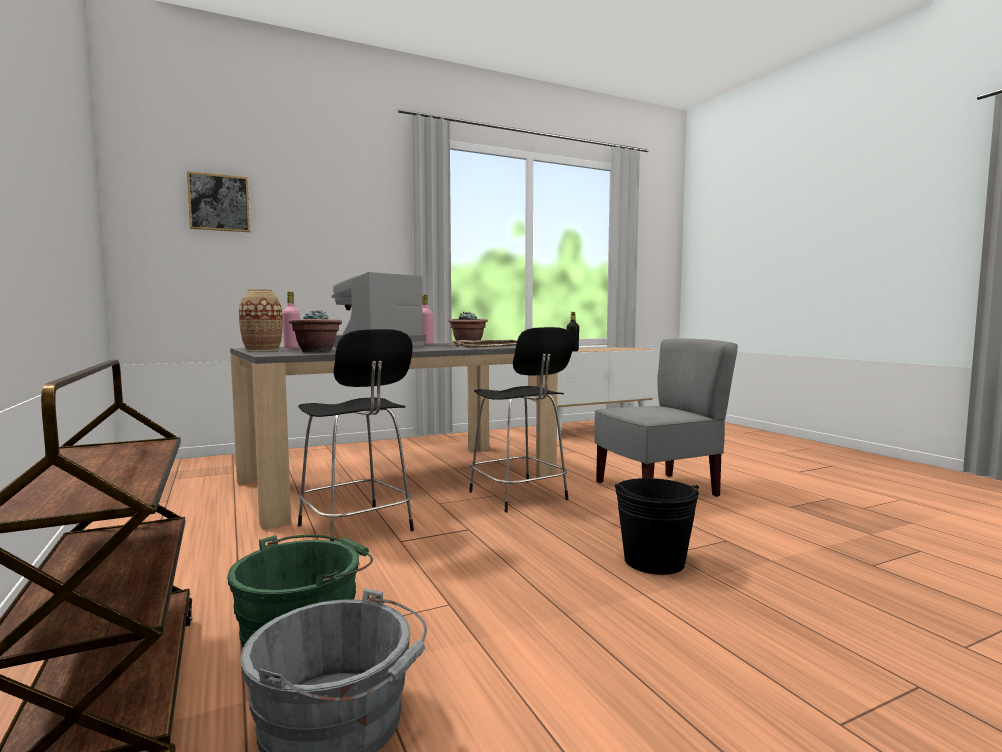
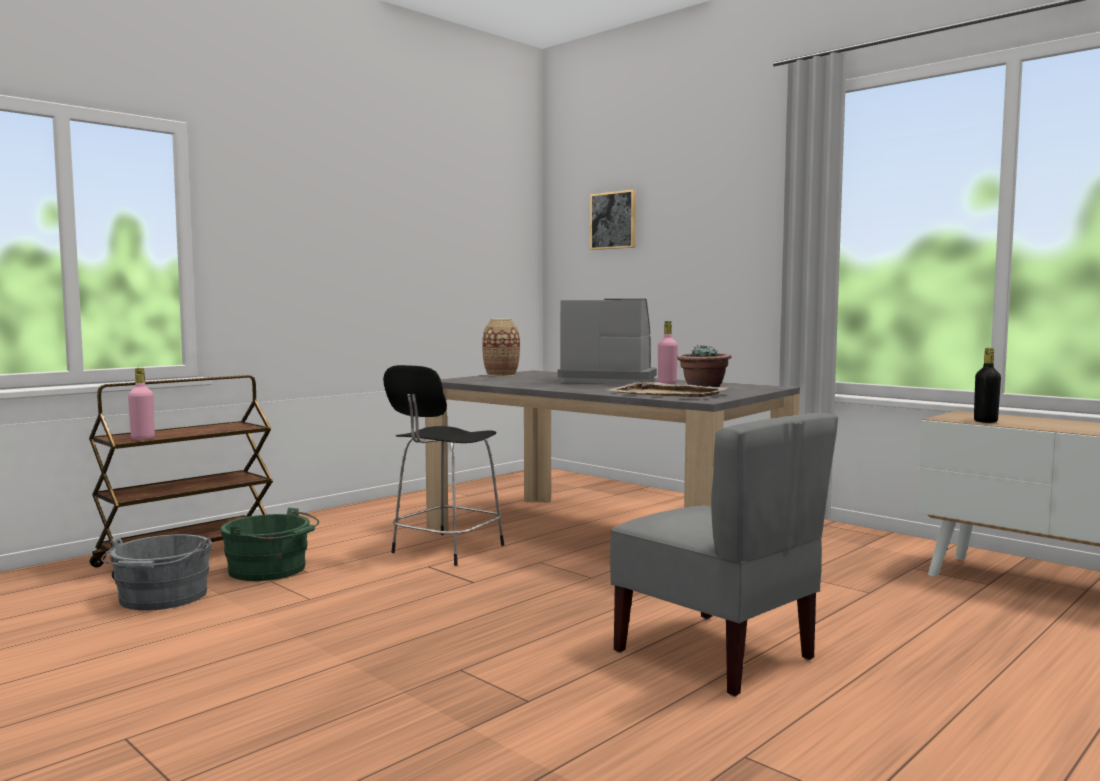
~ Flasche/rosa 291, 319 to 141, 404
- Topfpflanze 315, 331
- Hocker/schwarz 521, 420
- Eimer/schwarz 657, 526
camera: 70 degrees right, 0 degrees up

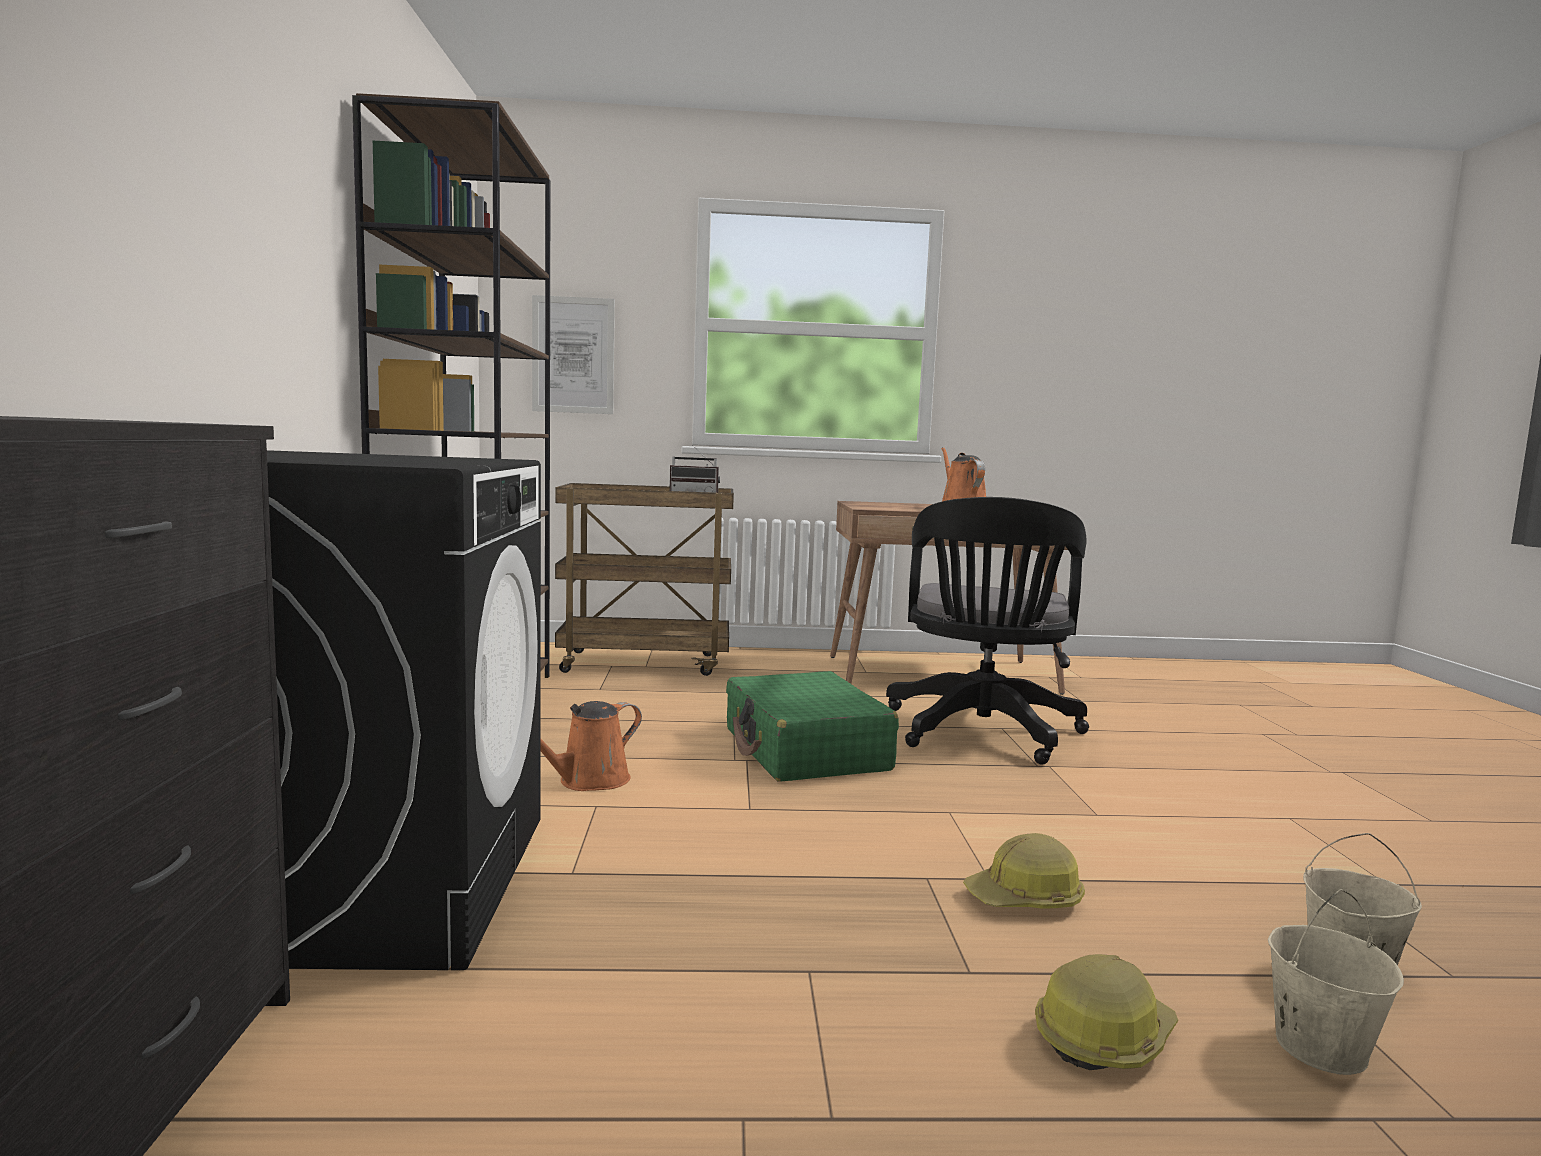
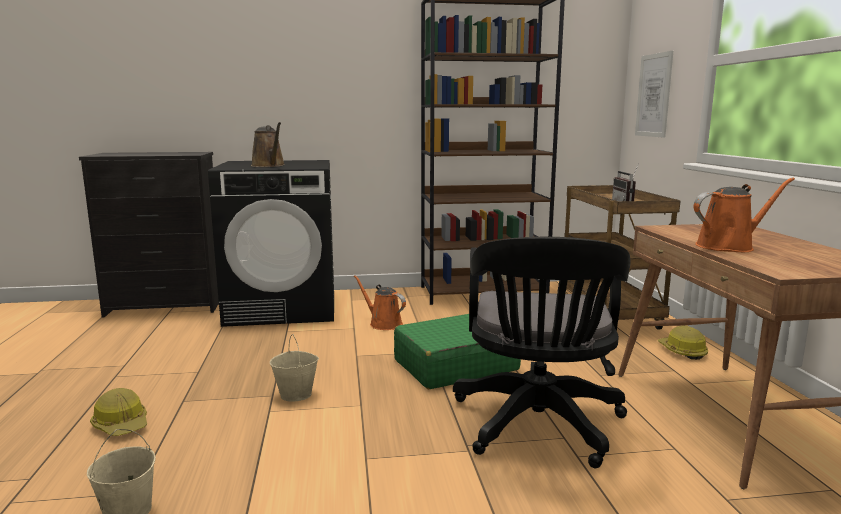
~ Bürostuhl/schwarz 987, 631 = 542, 352 90 degrees counterclockwise
~ Schutzhelm 1024, 871 to 683, 342
~ Eimer/beige 1336, 982 to 294, 367
+ Gießkanne/braun 268, 144
camera: 85 degrees right, 5 degrees up

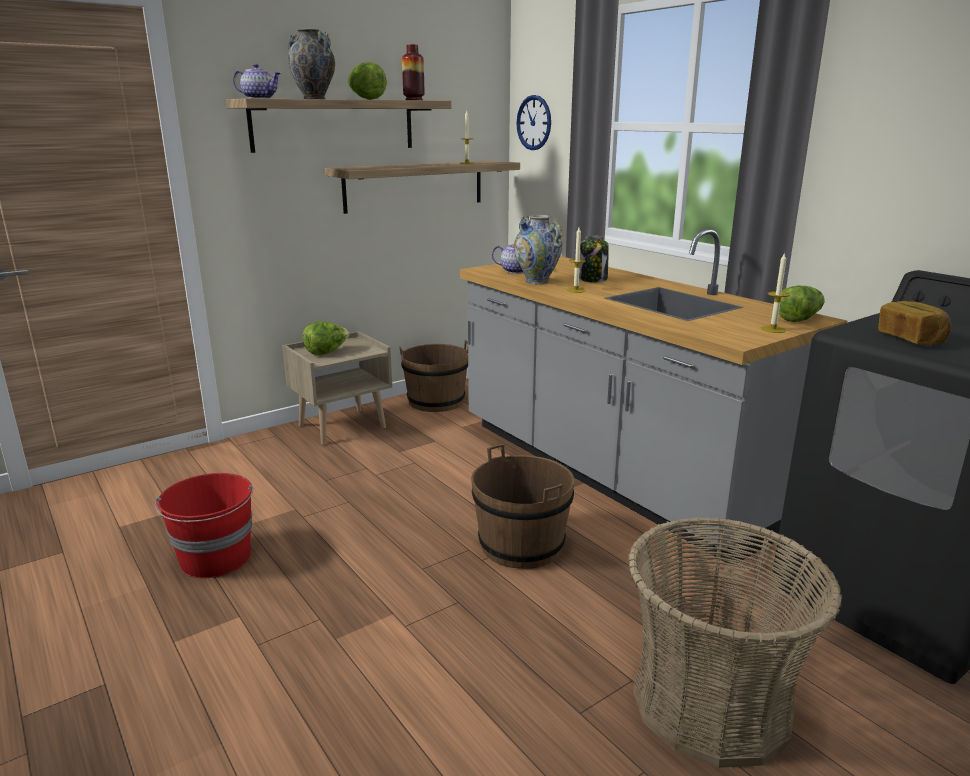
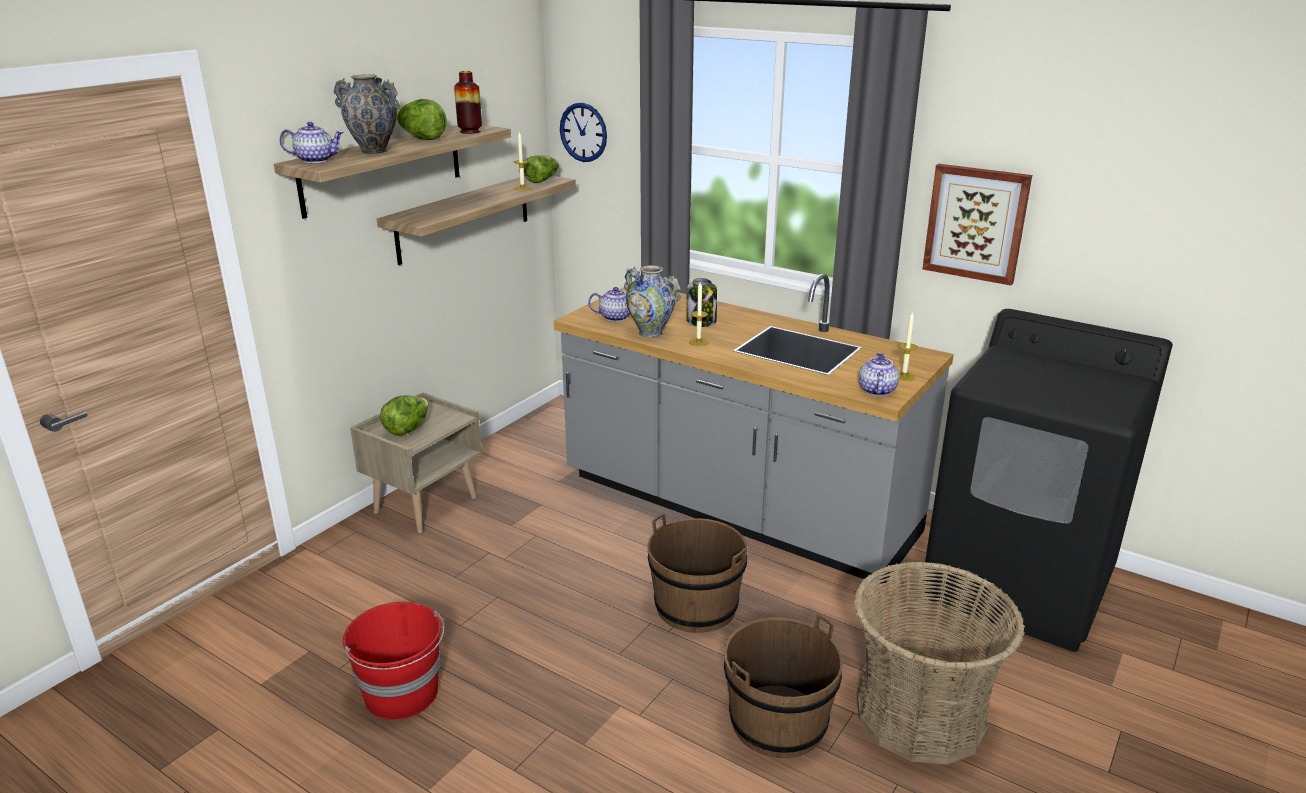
~ Salatkopf 802, 304 to 541, 169
- Brot 914, 323
~ Eimer/braun 433, 376 to 783, 685
+ Bild 977, 224
+ Teekanne 879, 374
camera: 20 degrees left, 5 degrees up

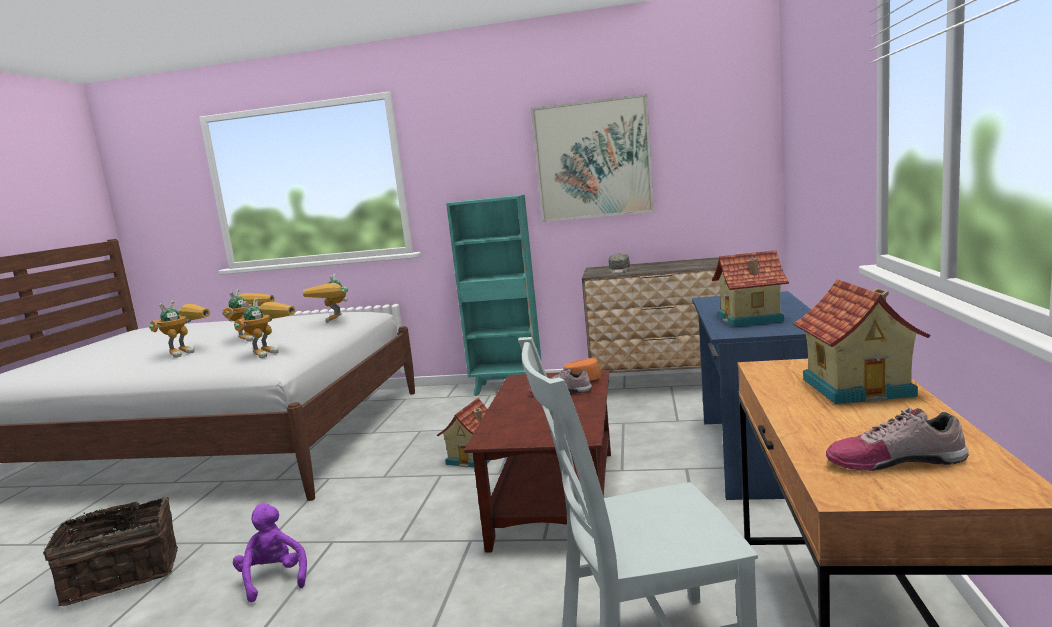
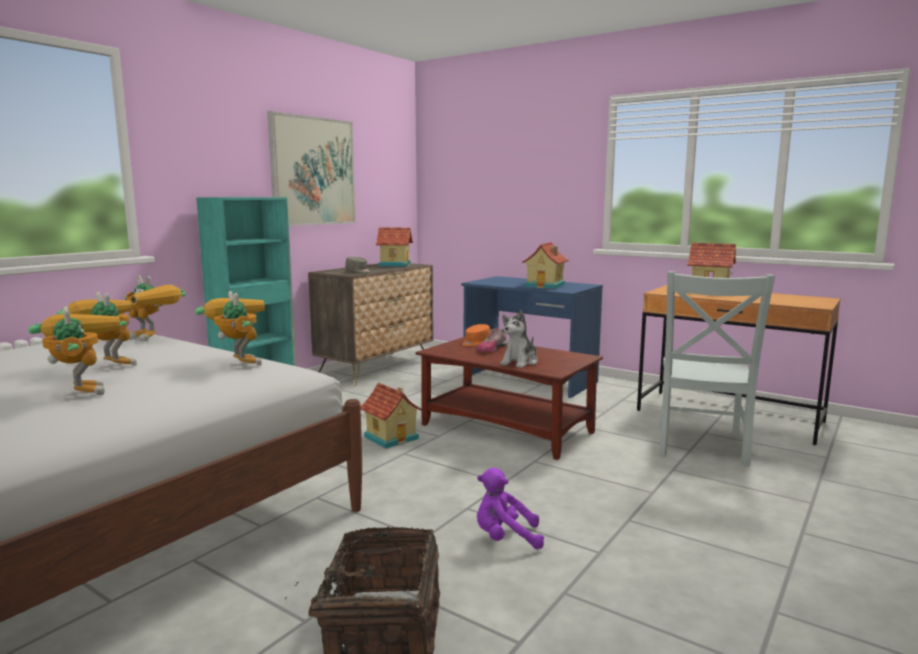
- Schuh 897, 439
+ Spielzeughaus 394, 247
+ Plüschtier 519, 339
camera: 65 degrees left, 0 degrees up

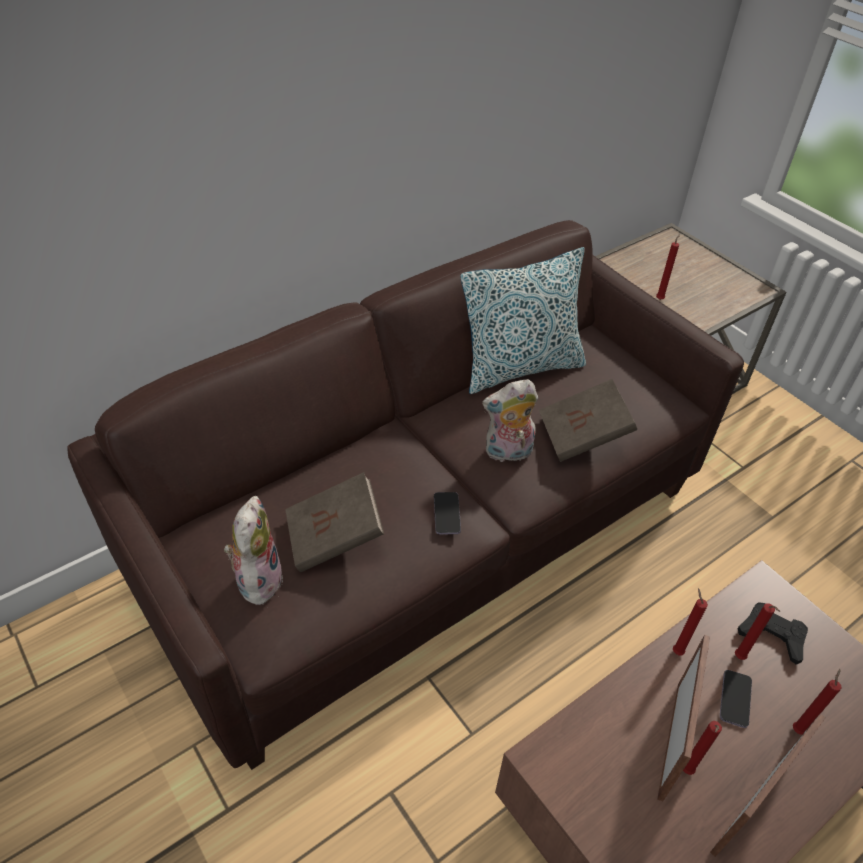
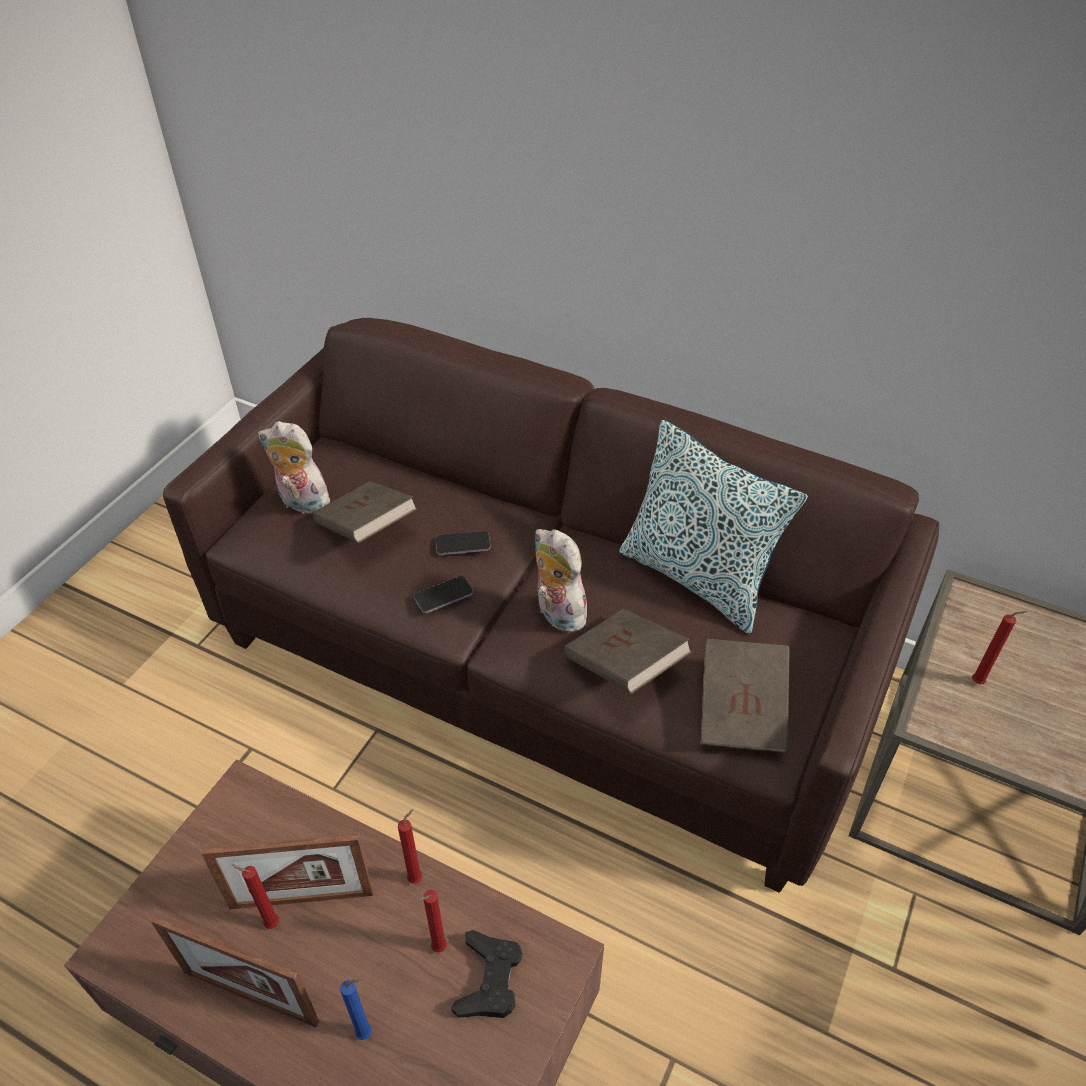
~ Plüschtier 253, 550 = 296, 467 135 degrees counterclockwise
~ Kerze/rot 817, 702 to Kerze/blau 356, 1009
~ Handy 736, 699 to 463, 543
+ Buch/braun 745, 696
camera: 65 degrees right, 0 degrees up

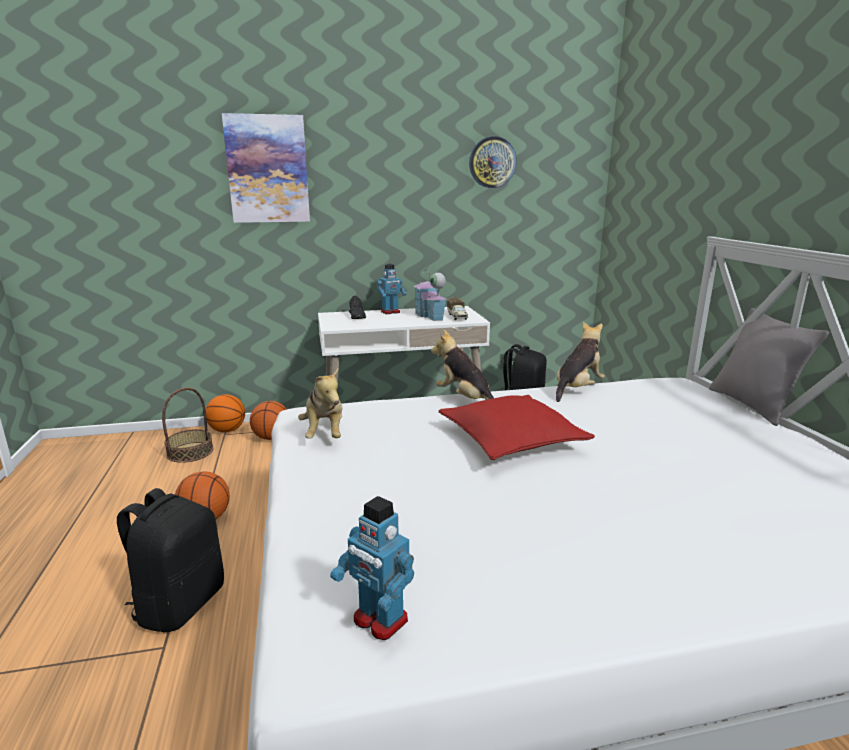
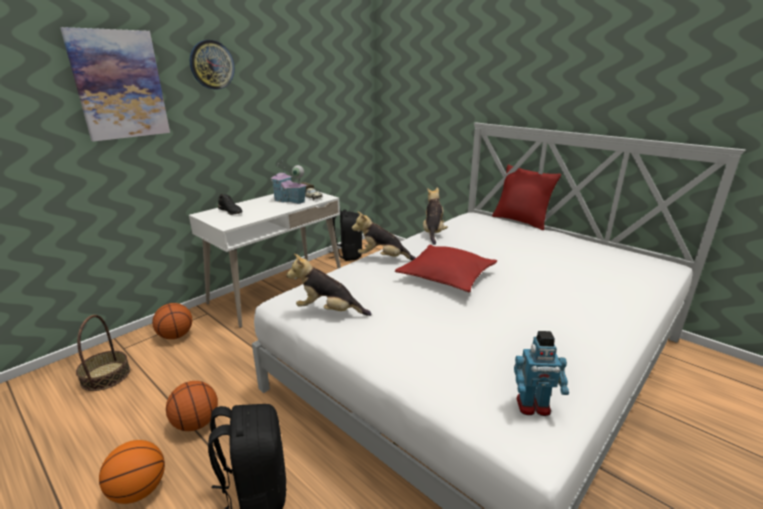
~ Wanduhr 493, 162 to 212, 65
- Spielzeugroboter 392, 289
~ Kissen/grau 769, 367 to Kissen/rot 526, 197
~ Plüschtier 320, 403 = 328, 285 150 degrees clockwise
~ Basketball 225, 413 to 132, 472
camera: 35 degrees left, 5 degrees up

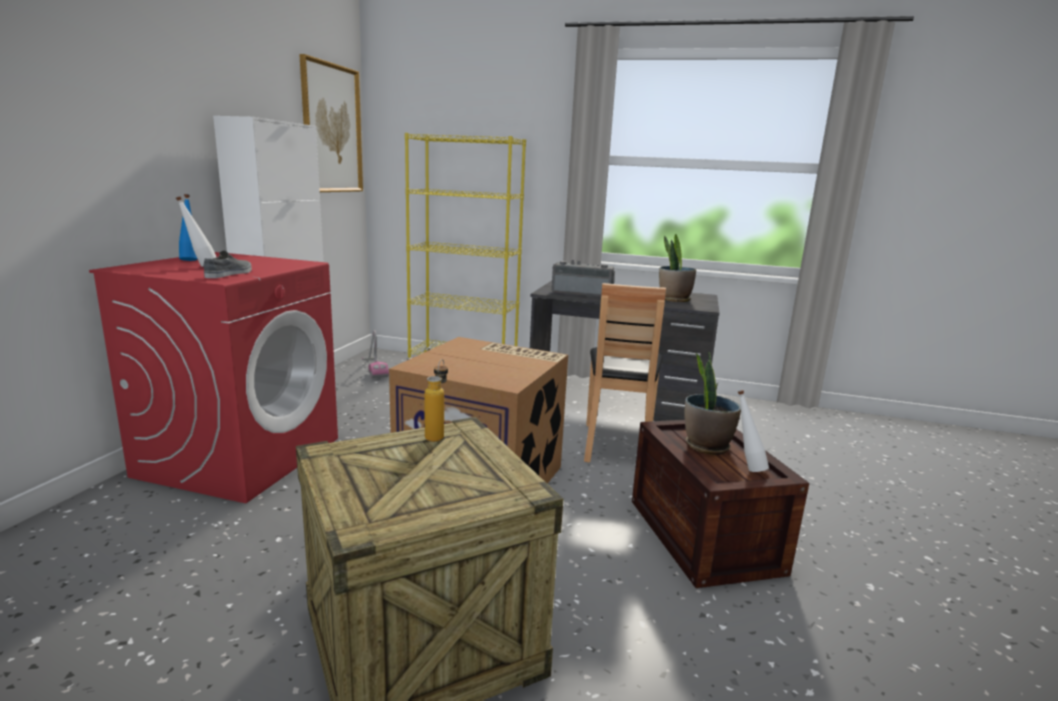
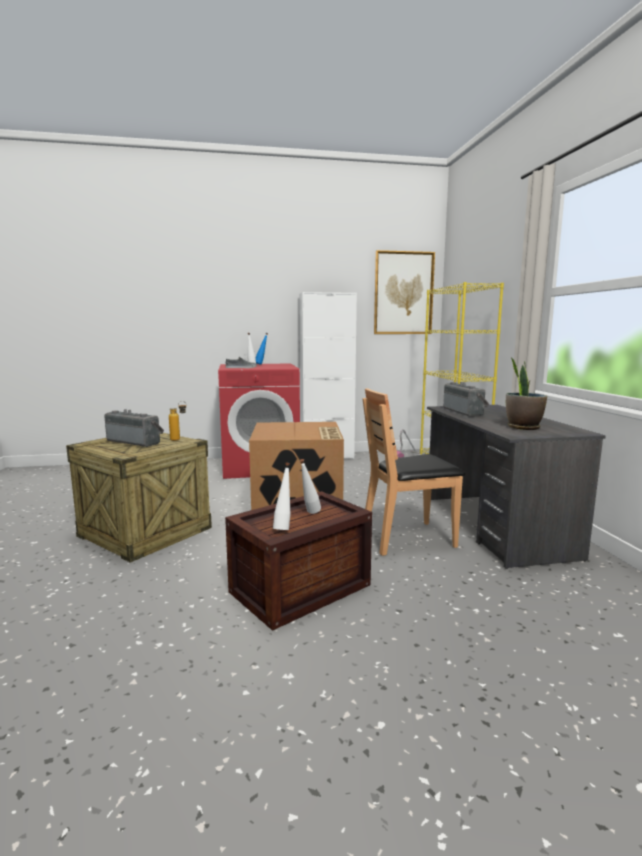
~ Topfpflanze 713, 403 to Flasche/weiß 310, 486
+ Radio 134, 428
camera: 65 degrees right, 5 degrees down

